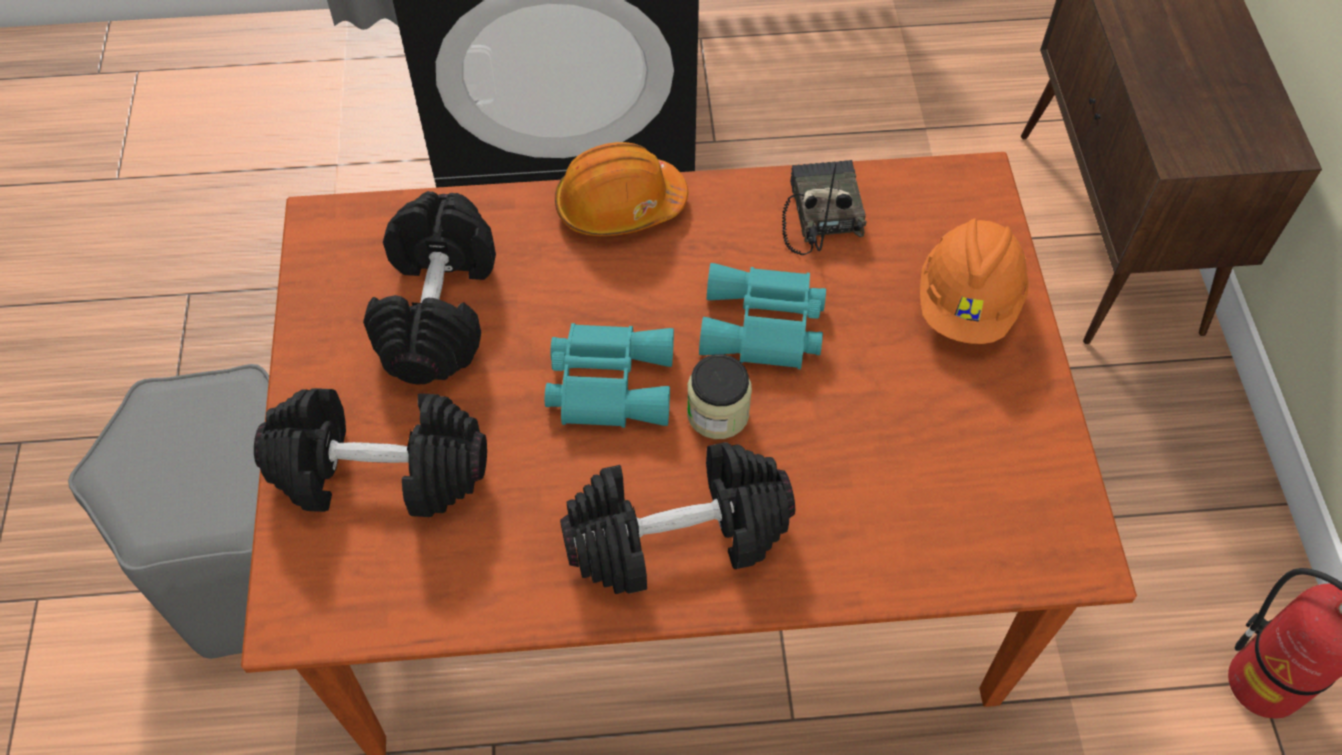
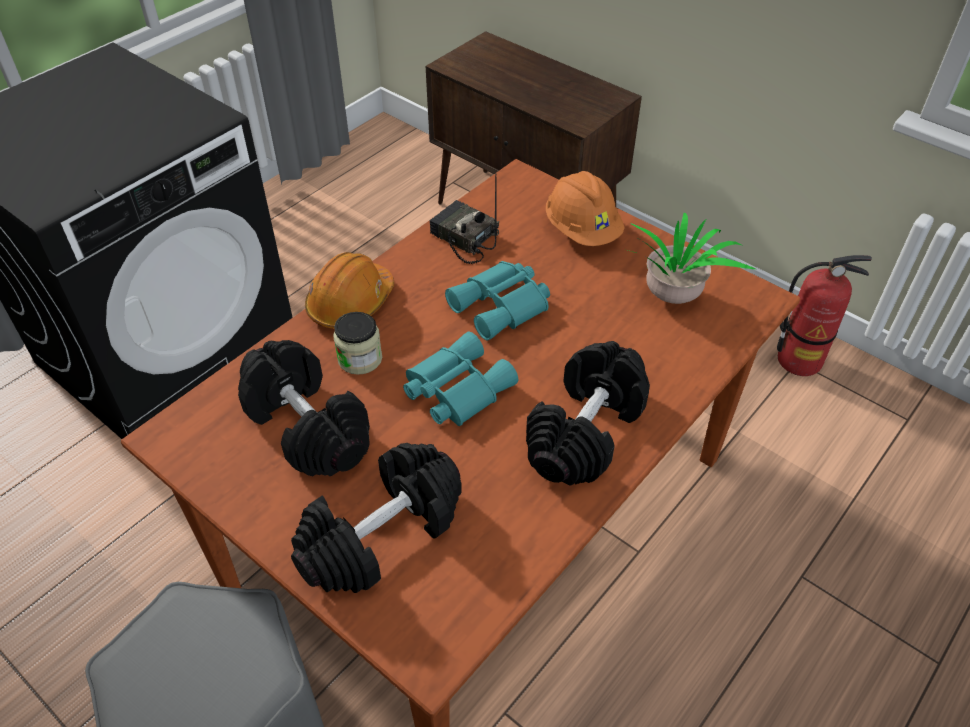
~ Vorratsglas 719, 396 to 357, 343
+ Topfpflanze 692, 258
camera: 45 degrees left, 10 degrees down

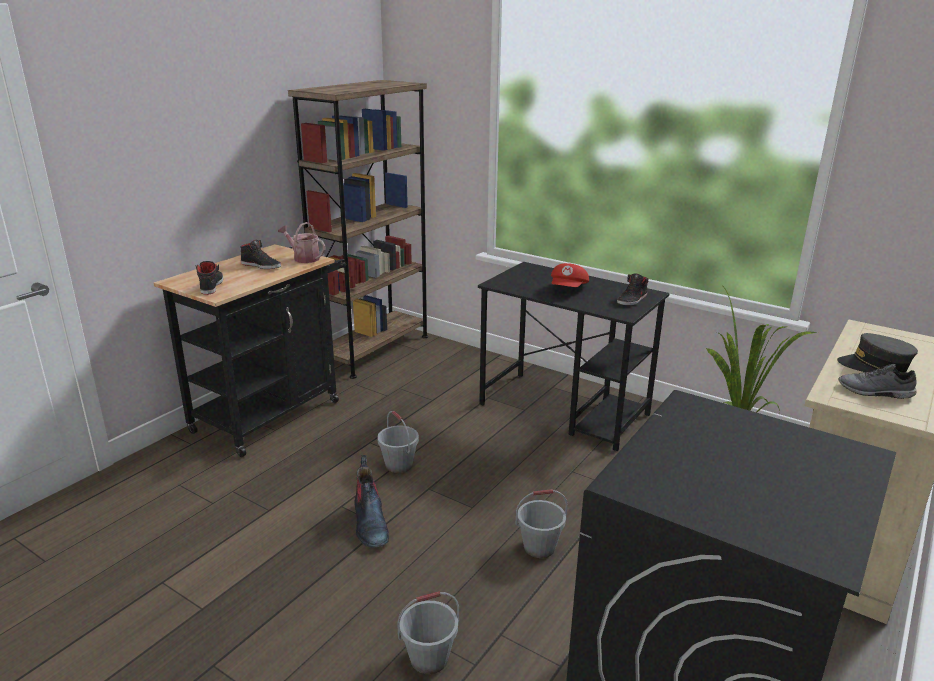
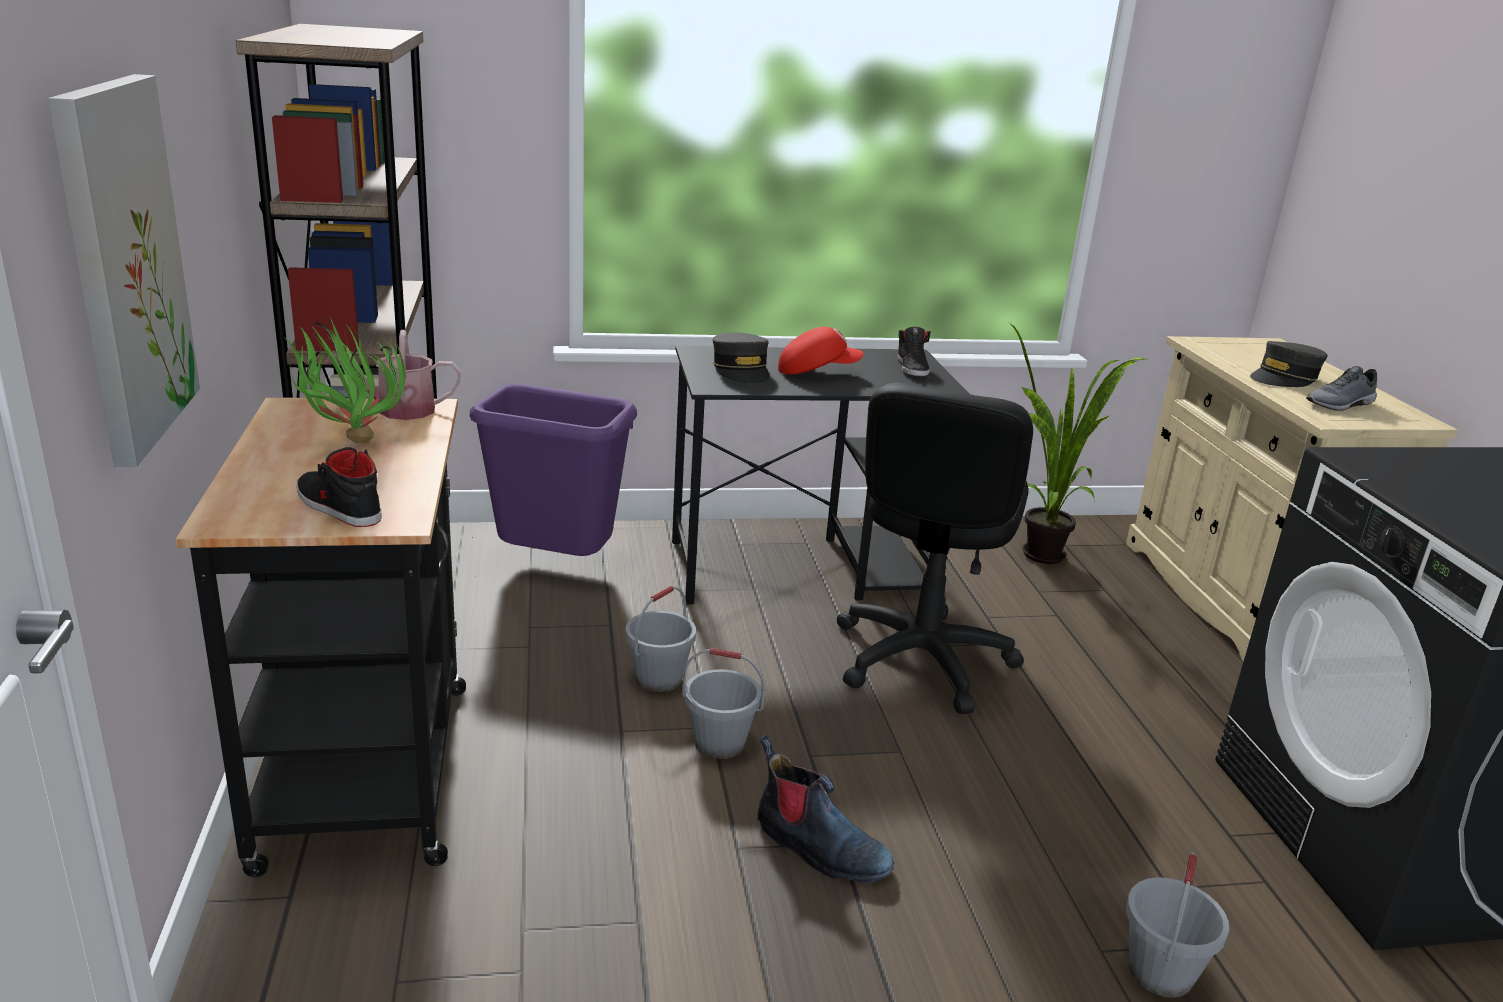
~ Schuh/schwarz 261, 254 to Topfpflanze 344, 380
~ Kappe/rot 570, 275 = 821, 351 75 degrees counterclockwise
~ Eimer/grau 542, 523 to 660, 639
+ Bild 123, 270
+ Kappe/grau 741, 357
+ Mülleimer/lila 553, 475
+ Bürostuhl/schwarz 935, 548
camera: 45 degrees left, 0 degrees up

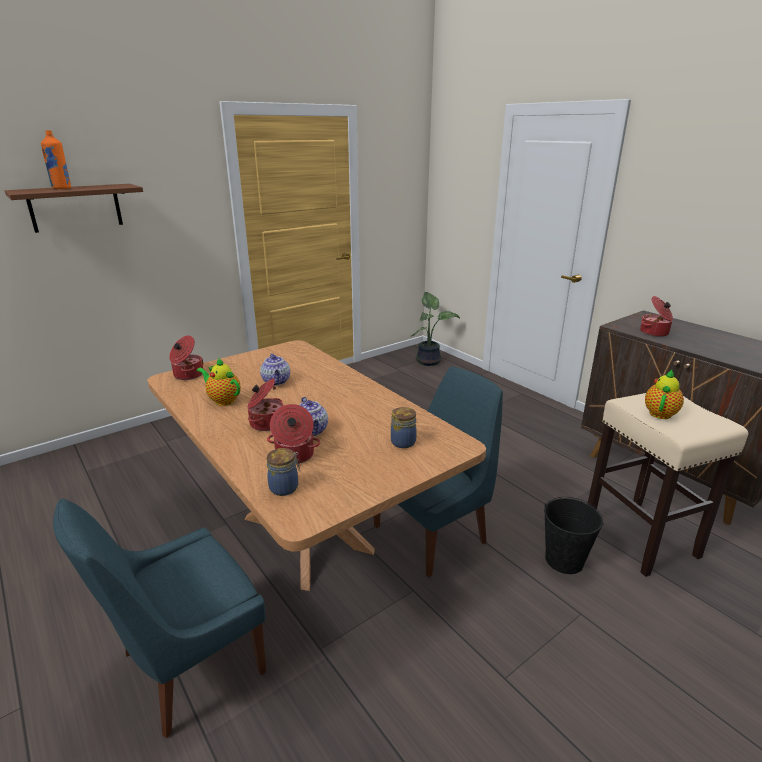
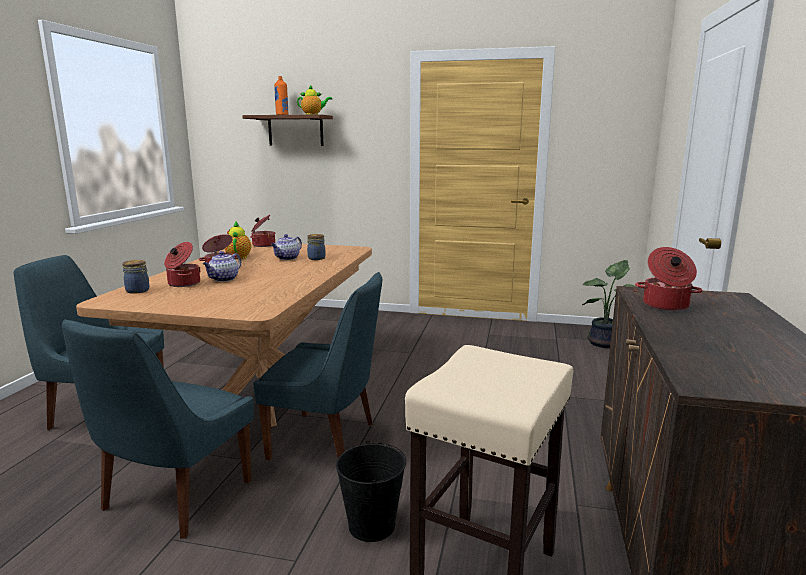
~ Teekanne 664, 394 to 314, 100
~ Vorratsglas 404, 427 to 316, 247
+ Stuhl/blau 158, 429
camera: 50 degrees right, 10 degrees down

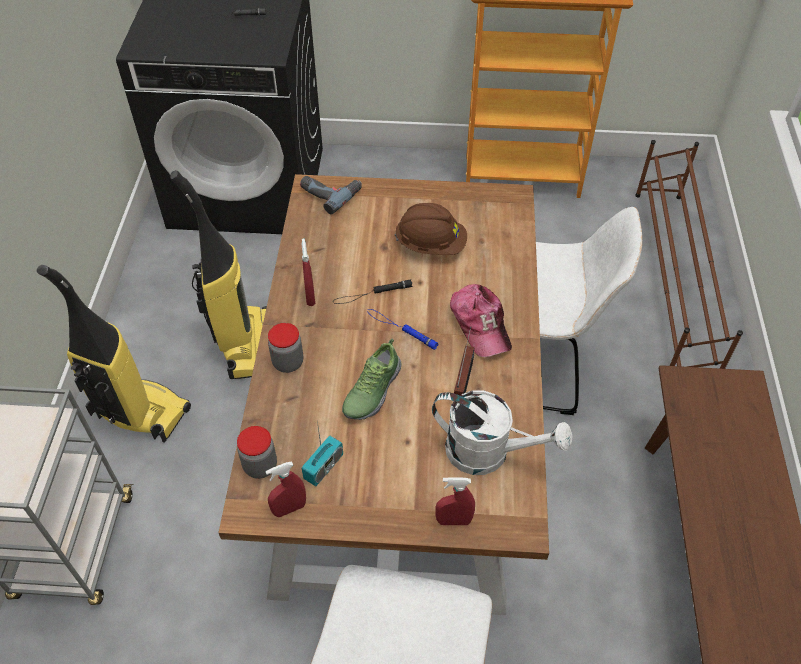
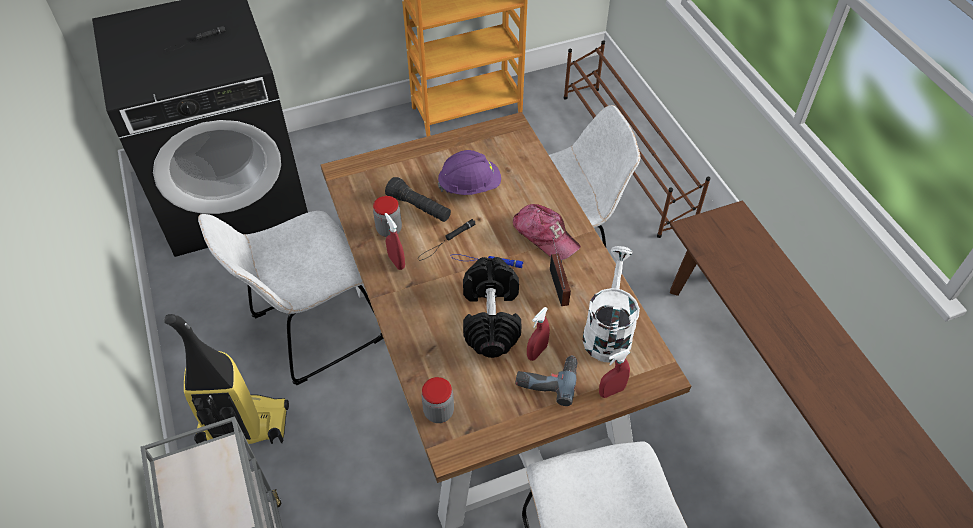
~ Staubsauger 218, 274 to Stuhl/weiß 291, 298
~ Bohrmaschine 331, 195 to 546, 380
~ Schutzhelm/braun 430, 229 to Schutzhelm/lila 469, 172
~ Vorratsglas 285, 348 to 387, 216
~ Schuh 371, 379 to Hantel/schwarz 492, 307
~ Gießkanne/weiß 502, 433 = 611, 304 75 degrees counterclockwise
- Radio 322, 453
~ Sprühflasche/rot 285, 489 to 538, 334
+ Taschenlampe/schwarz 418, 199
camera: 25 degrees left, 0 degrees up

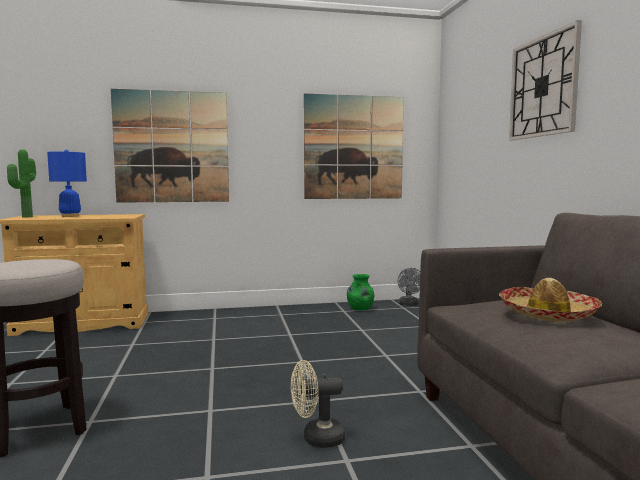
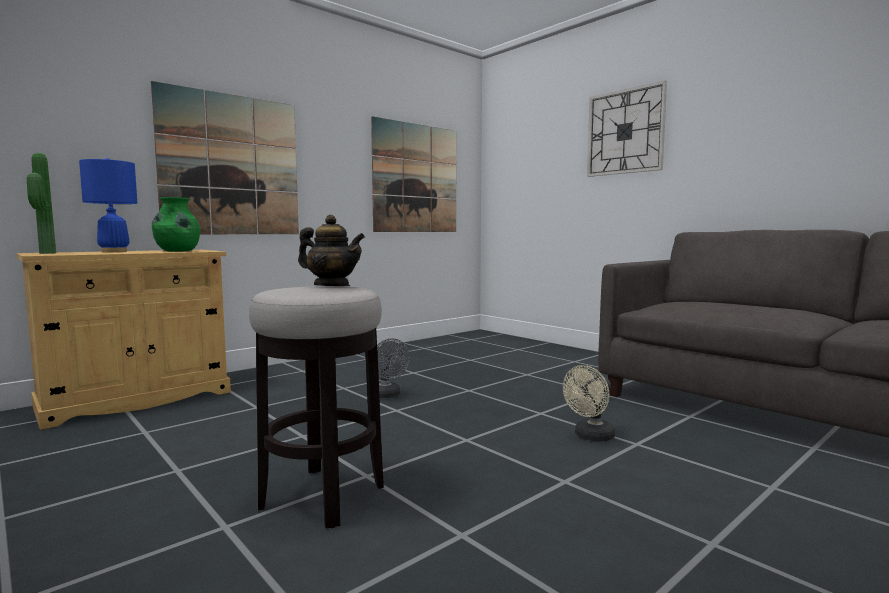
~ Ventilator/grau 409, 287 to 393, 368
~ Vase/grün 360, 292 to 176, 224
- Hut 550, 299
+ Teekanne 331, 250
camera: 30 degrees left, 0 degrees up

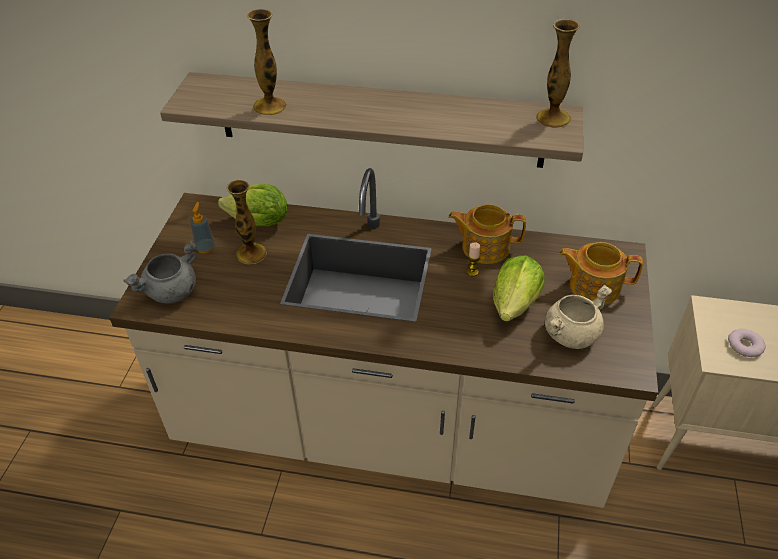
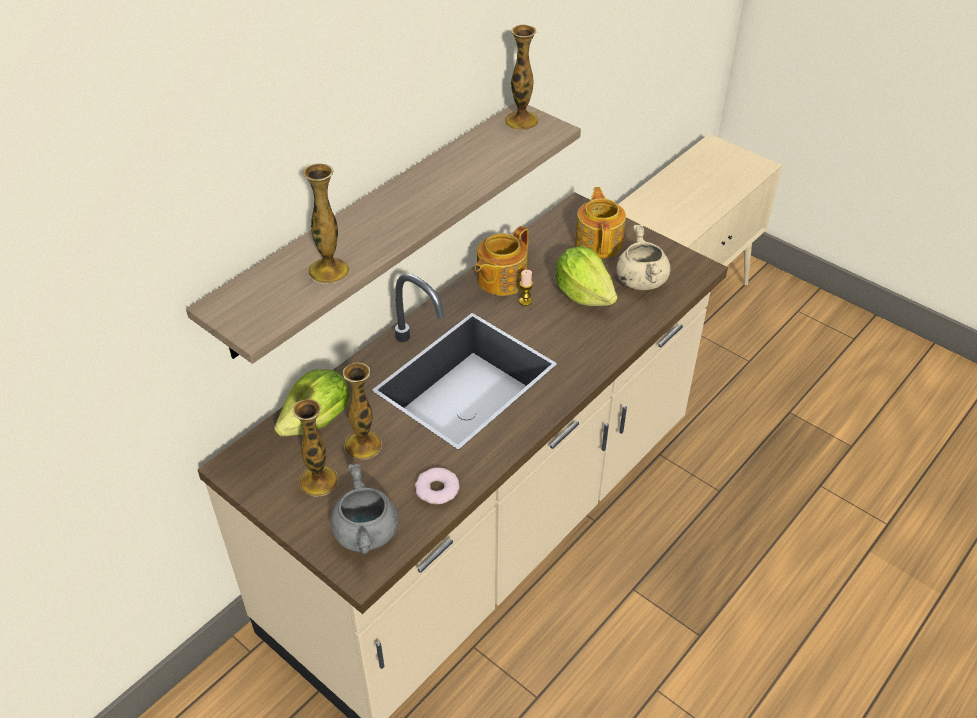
~ Seifenspender 202, 228 to Vase 315, 448
~ Teekanne 601, 273 = 600, 223 135 degrees clockwise
~ Donut 747, 343 to 437, 485
camera: 60 degrees left, 0 degrees up

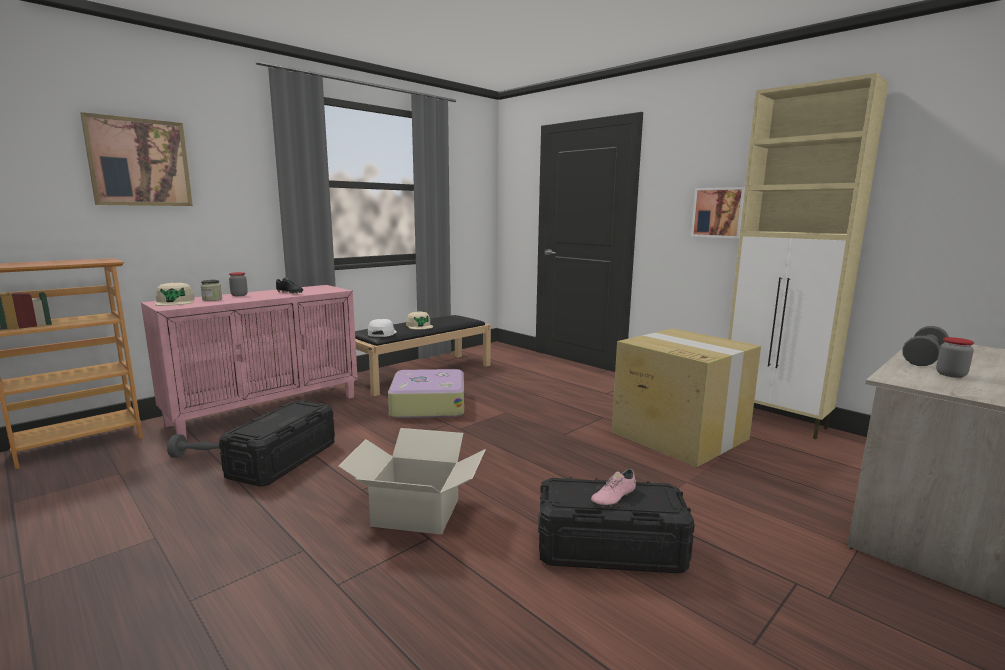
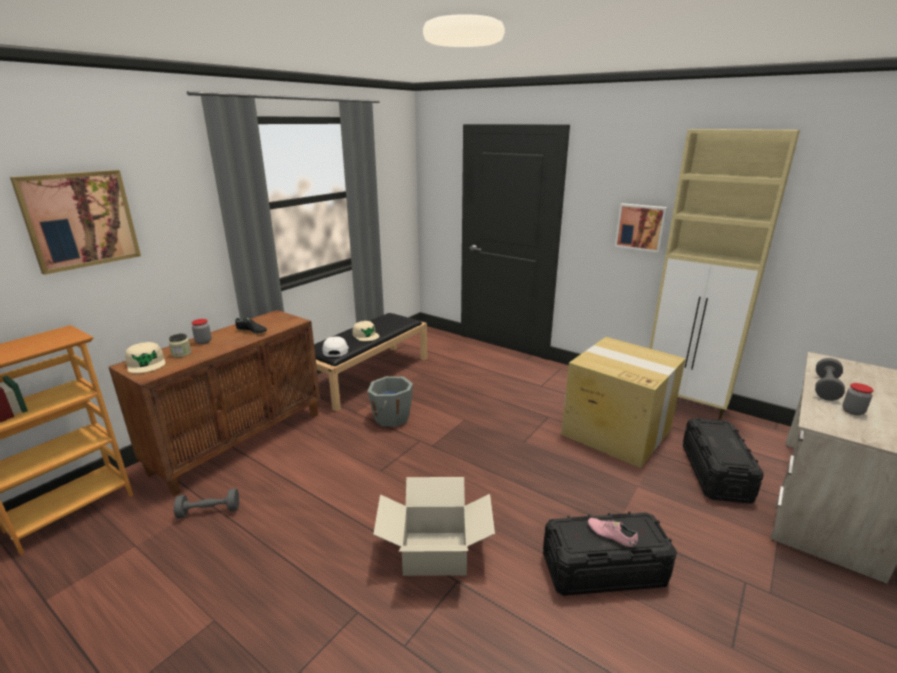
~ Schrank/rosa 249, 362 to Schrank/braun 214, 403
~ Koffer 426, 393 to Eimer/grau 390, 401
~ Aufbewahrungsbox/schwarz 277, 443 to 723, 460
~ Schuh/rosa 613, 488 = 613, 533 90 degrees clockwise
camera: 10 degrees left, 10 degrees up

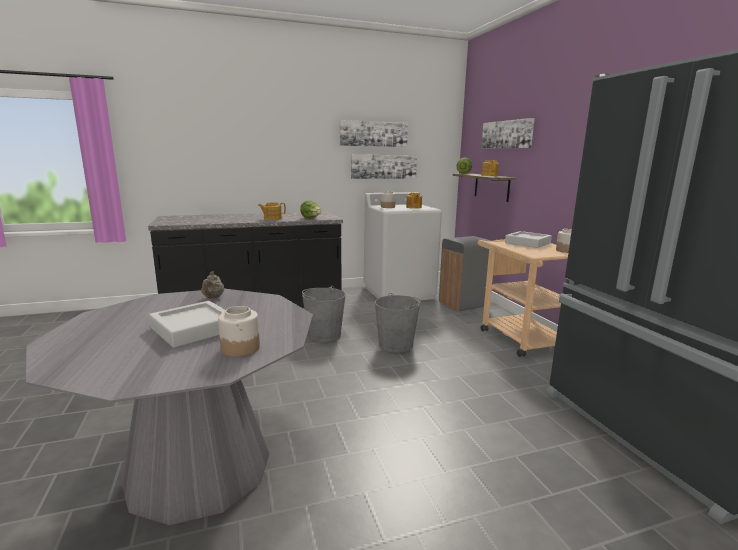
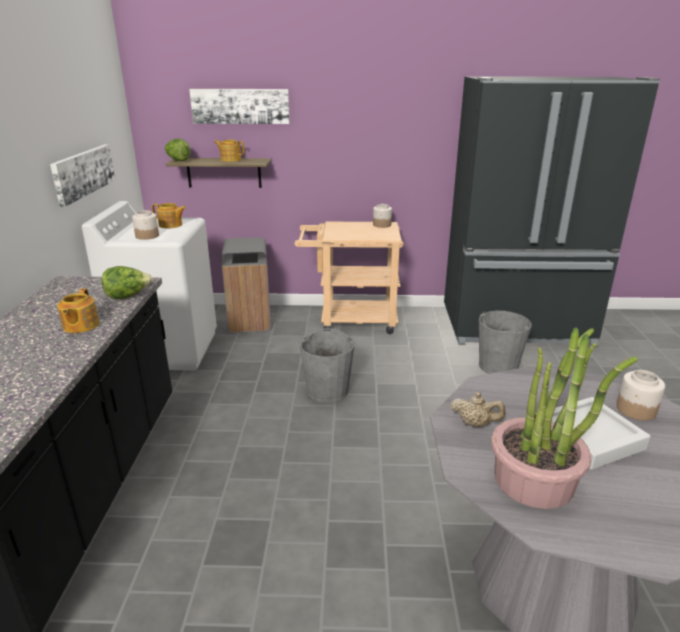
- Bild 374, 133
- Tablett/grau 528, 239
~ Eimer/grau 324, 314 to 505, 342
+ Topfpflanze 564, 418
camera: 70 degrees left, 10 degrees up

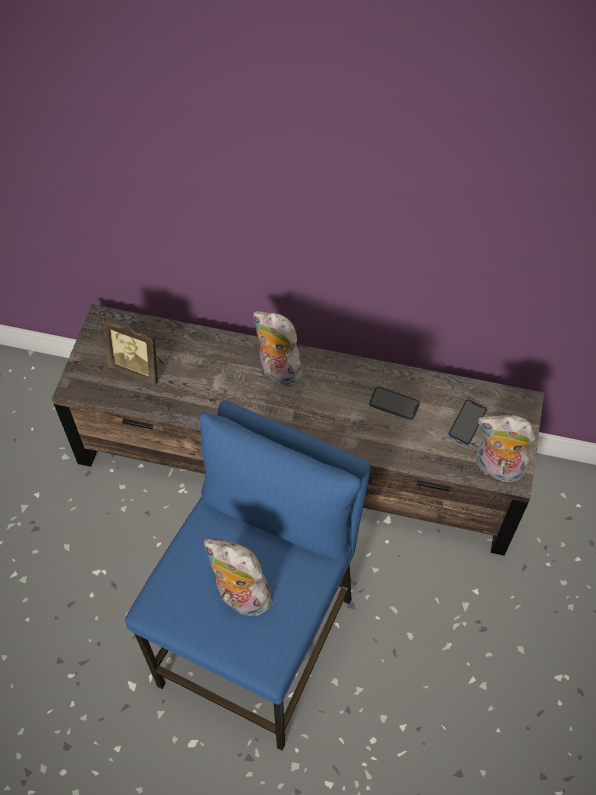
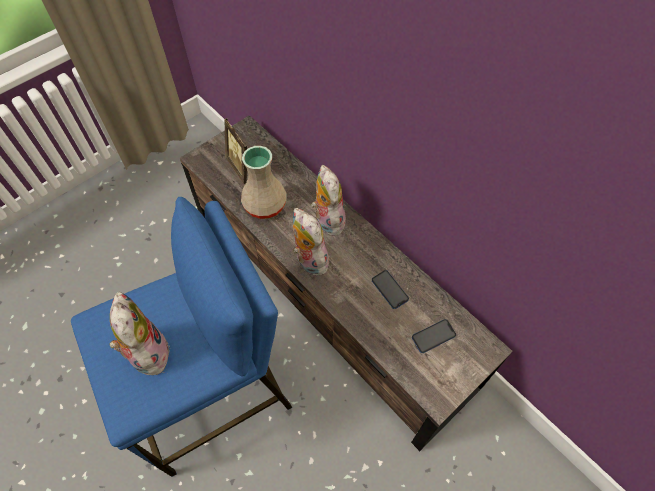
~ Plüschtier 505, 448 to 312, 242
+ Vase/beige 264, 182
camera: 35 degrees right, 0 degrees up

